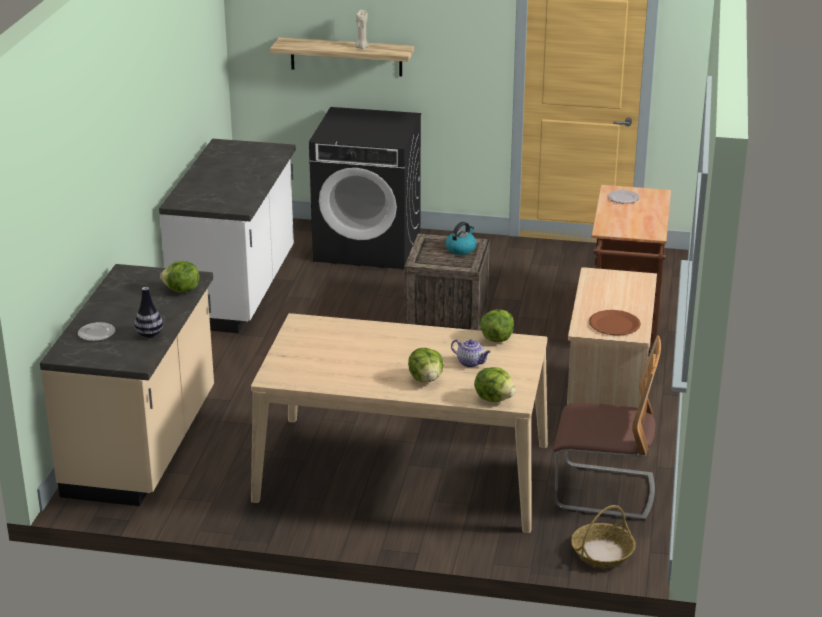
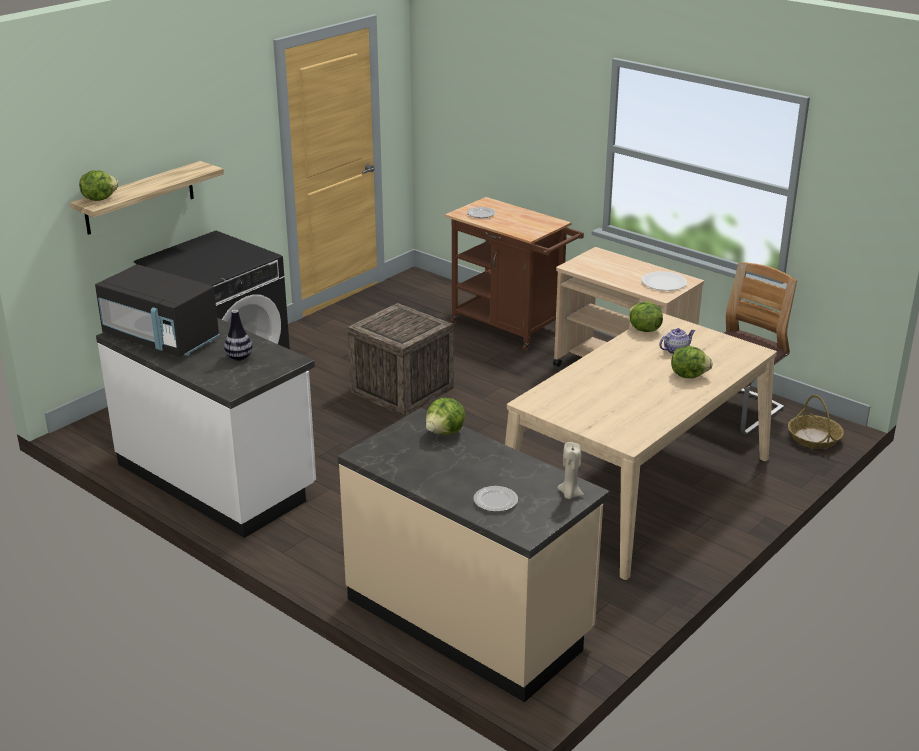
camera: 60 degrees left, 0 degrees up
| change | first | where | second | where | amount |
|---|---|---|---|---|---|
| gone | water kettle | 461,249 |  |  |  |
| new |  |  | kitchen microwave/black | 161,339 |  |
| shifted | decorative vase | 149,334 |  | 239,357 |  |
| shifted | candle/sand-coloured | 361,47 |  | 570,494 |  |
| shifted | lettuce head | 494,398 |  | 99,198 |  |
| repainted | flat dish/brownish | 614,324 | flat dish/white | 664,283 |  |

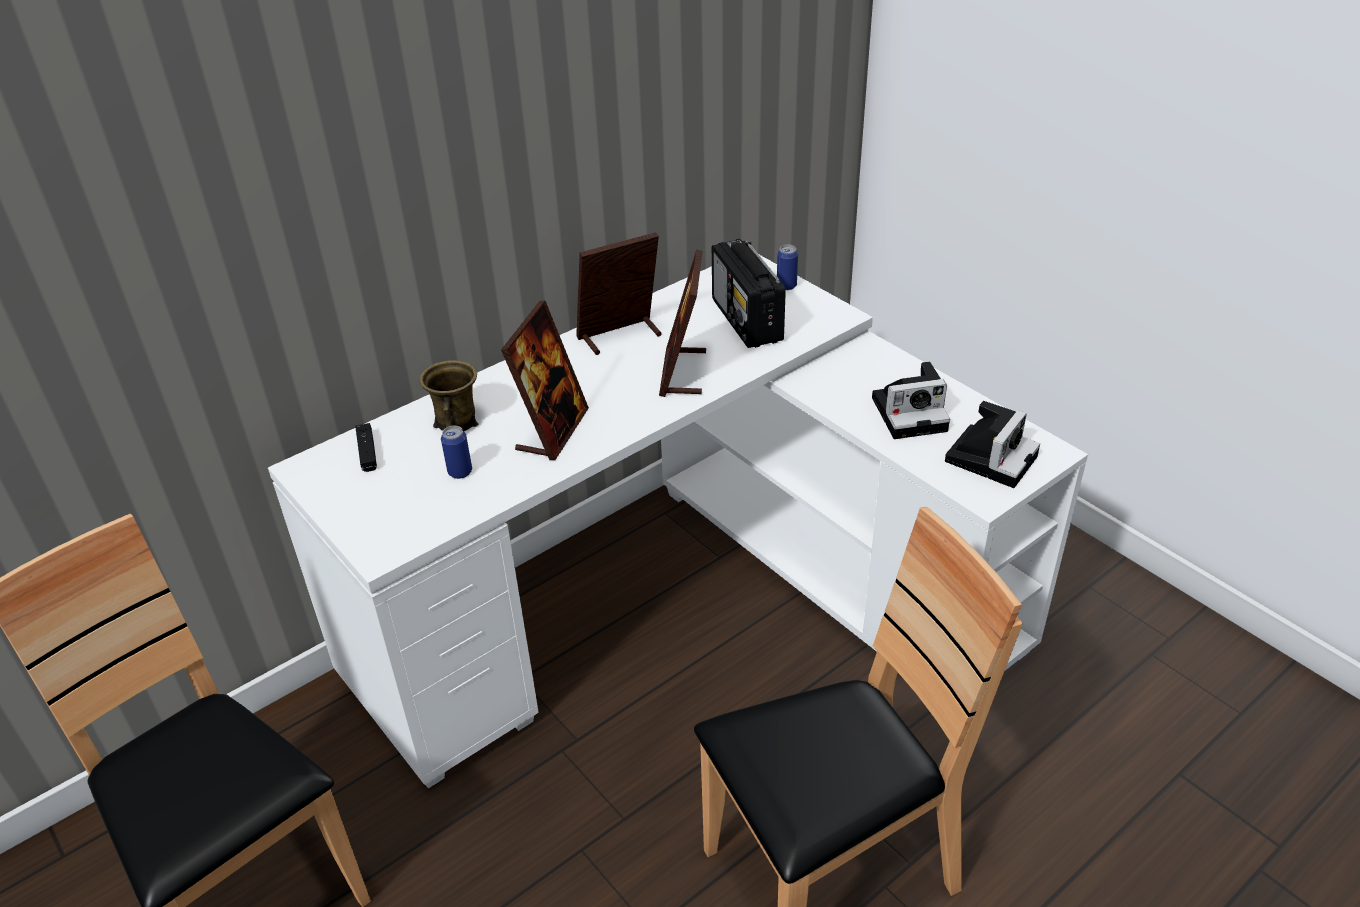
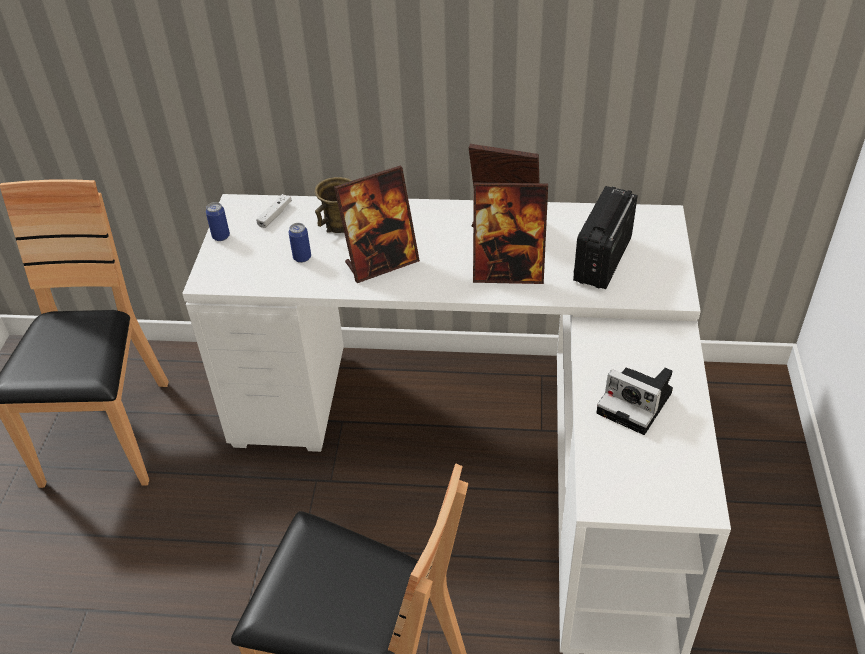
camera: 45 degrees right, 5 degrees up
| change | first | where | second | where | amount |
|---|---|---|---|---|---|
| gone | photo camera | 991,456 |  |  |  |
| shifted | metal can | 786,286 |  | 221,236 |  |
| repainted | gamepad/black | 367,452 | gamepad/white | 275,215 |  |
| rotated | picture frame | 683,373 |  | 508,272 | 135 degrees counterclockwise |

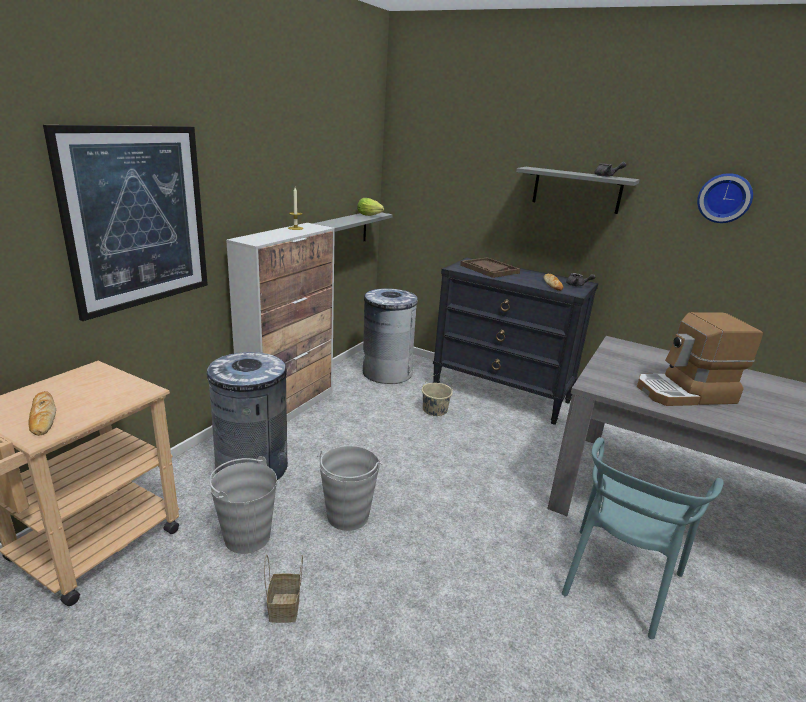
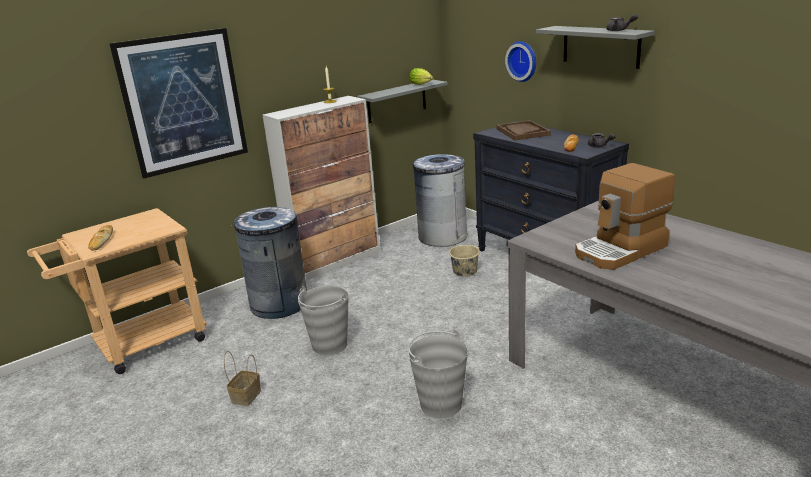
camera: 25 degrees right, 0 degrees up
| change | first | where | second | where | amount |
|---|---|---|---|---|---|
| gone | upright chair/turquoise-coloured | 618,580 |  |  |  |
| shifted | water bucket/greyish | 247,536 |  | 440,404 |  |
| shifted | hanging clock | 724,198 |  | 523,61 |  |
| rotated | coffee maker | 685,393 |  | 621,250 | 45 degrees counterclockwise |

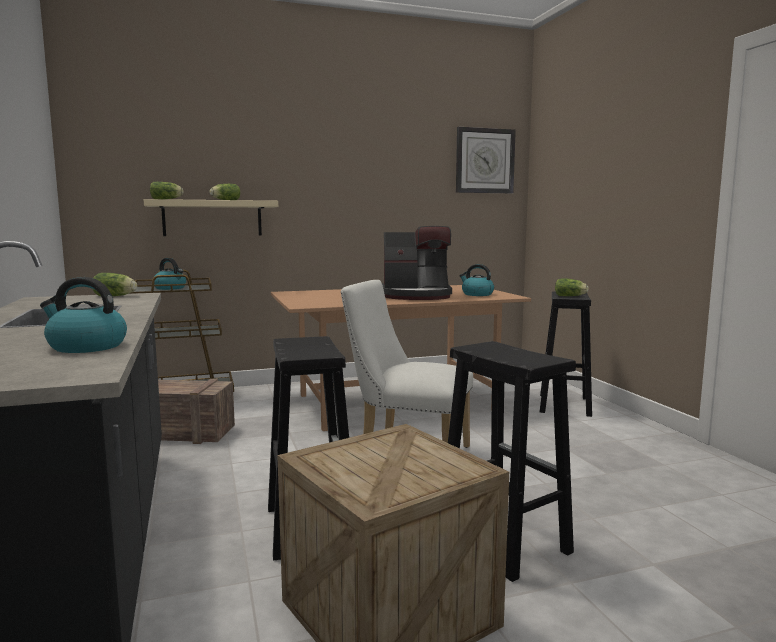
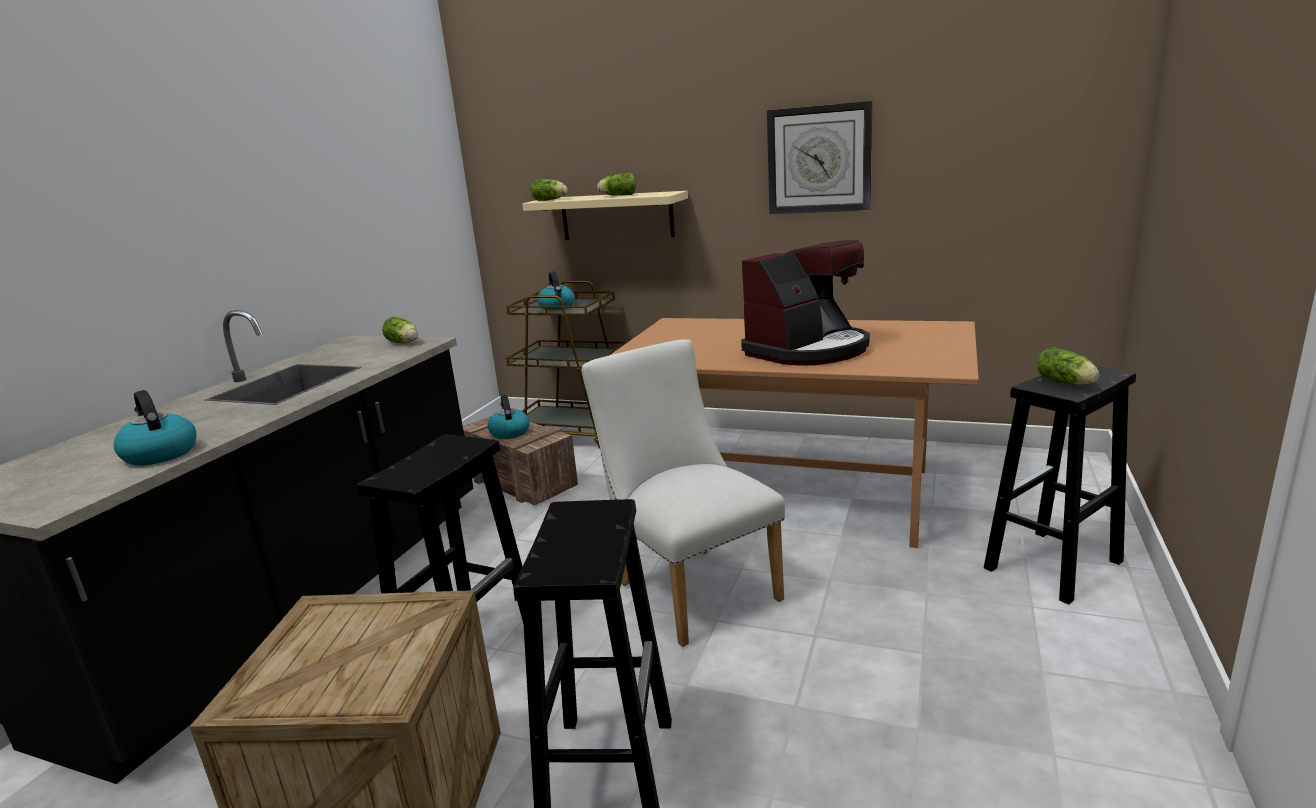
camera: 40 degrees right, 10 degrees up
| change | first | where | second | where | amount |
|---|---|---|---|---|---|
| shifted | hanging clock | 484,161 |  | 819,159 |  |
| shifted | water kettle | 477,294 |  | 509,432 |  |
| rotated | coffee maker | 416,296 |  | 808,350 | 75 degrees counterclockwise |

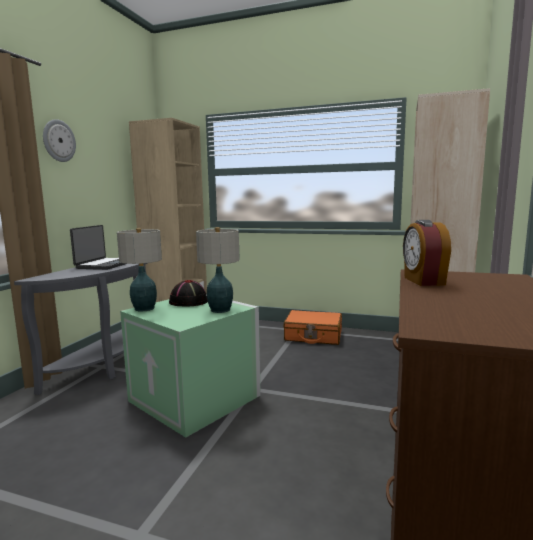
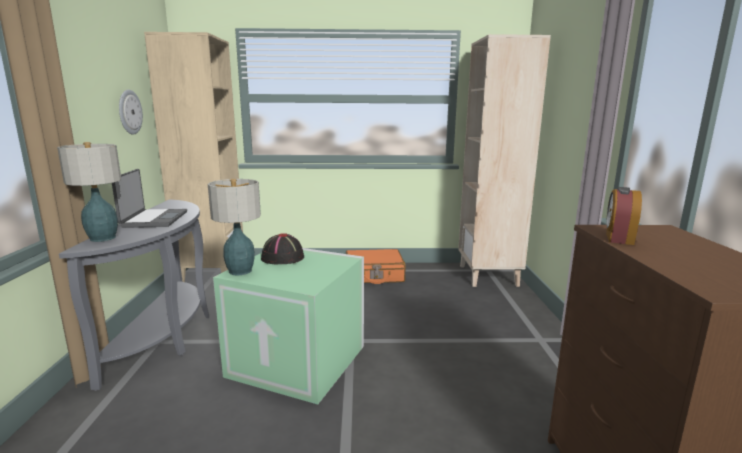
camera: 20 degrees left, 5 degrees up
| change | first | where | second | where | amount |
|---|---|---|---|---|---|
| shifted | hanging clock | 58,141 |  | 129,112 |  |
| shifted | table lamp | 220,310 |  | 103,238 |  |
| rotated | table clock | 423,281 |  | 618,239 | 45 degrees clockwise |

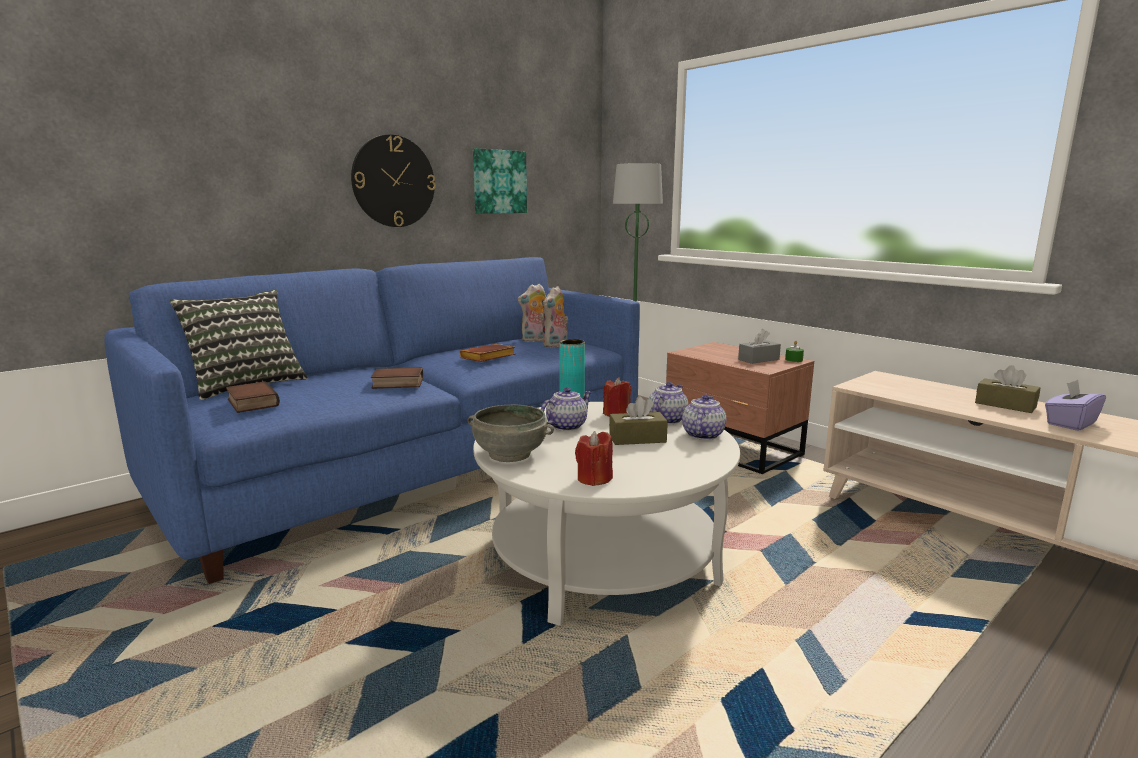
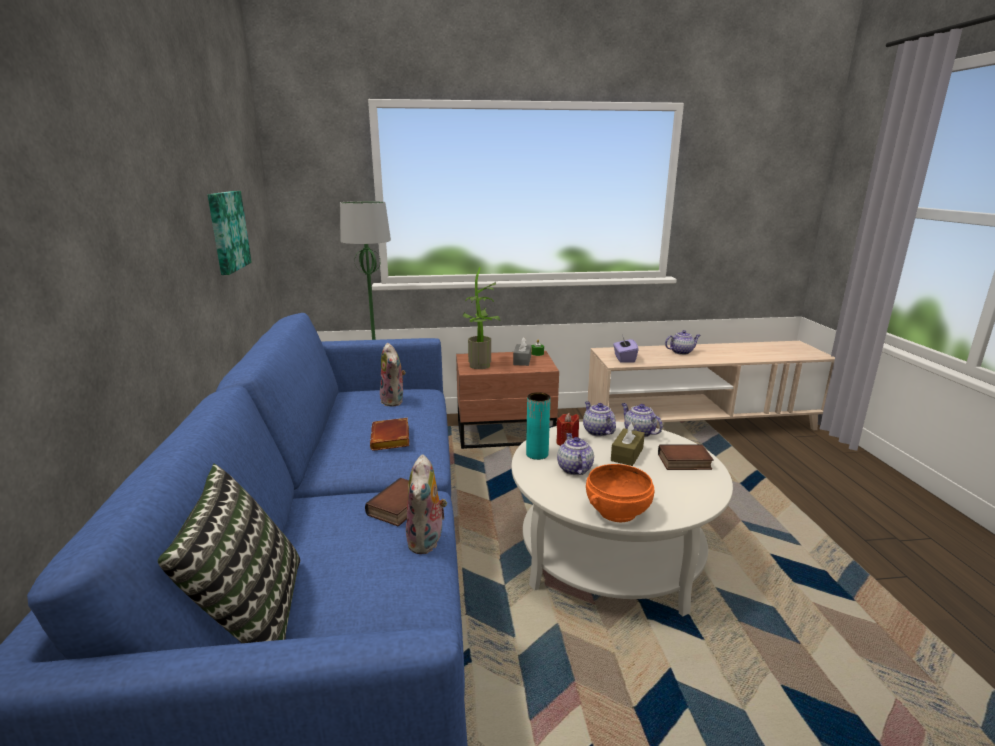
camera: 55 degrees left, 5 degrees up
| change | first | where | second | where | amount |
|---|---|---|---|---|---|
| gone | hanging clock | 393,181 |  |  |  |
| gone | candle/red-coloured | 594,479 |  |  |  |
| new |  |  | houseplant | 482,366 |  |
| shifted | book | 251,403 |  | 683,462 |  |
| shifted | cuddly toy | 535,340 |  | 427,541 |  |
| shifted | tissue box/purple | 1070,423 |  | 624,359 |  |
| swapped | tissue box/brownish | 1005,405 | teapot | 681,352 |  |
| repainted | bowl/greyish | 509,454 | bowl/orange | 618,512 |  |

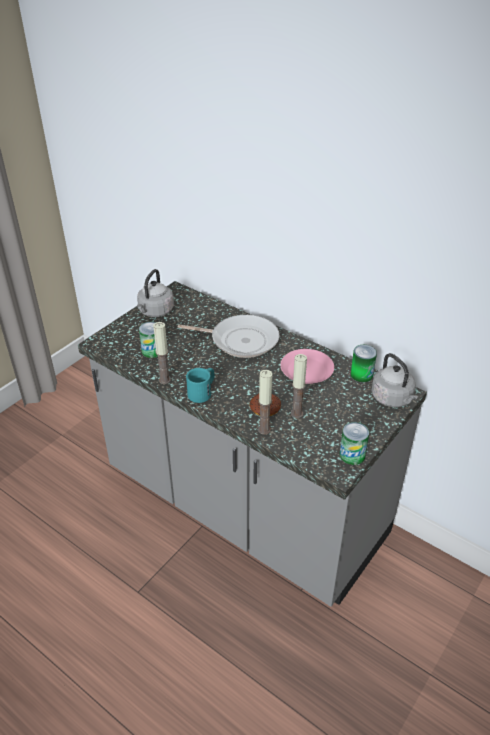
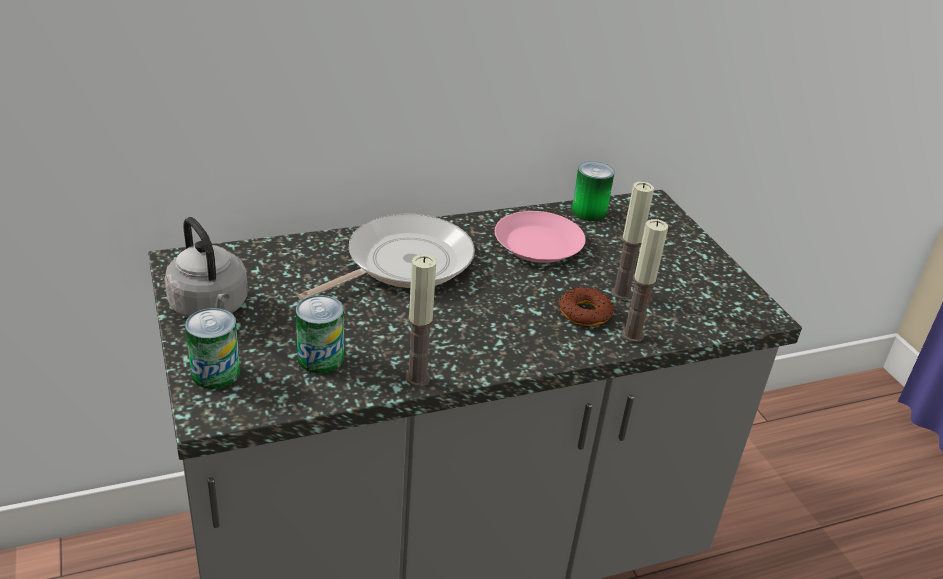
camera: 60 degrees left, 5 degrees down
| change | first | where | second | where | amount |
|---|---|---|---|---|---|
| gone | coffee mug/turquoise-coloured | 202,391 |  |  |  |
| gone | water kettle/greyish | 393,399 |  |  |  |
| shifted | metal can | 352,455 |  | 216,373 |  |

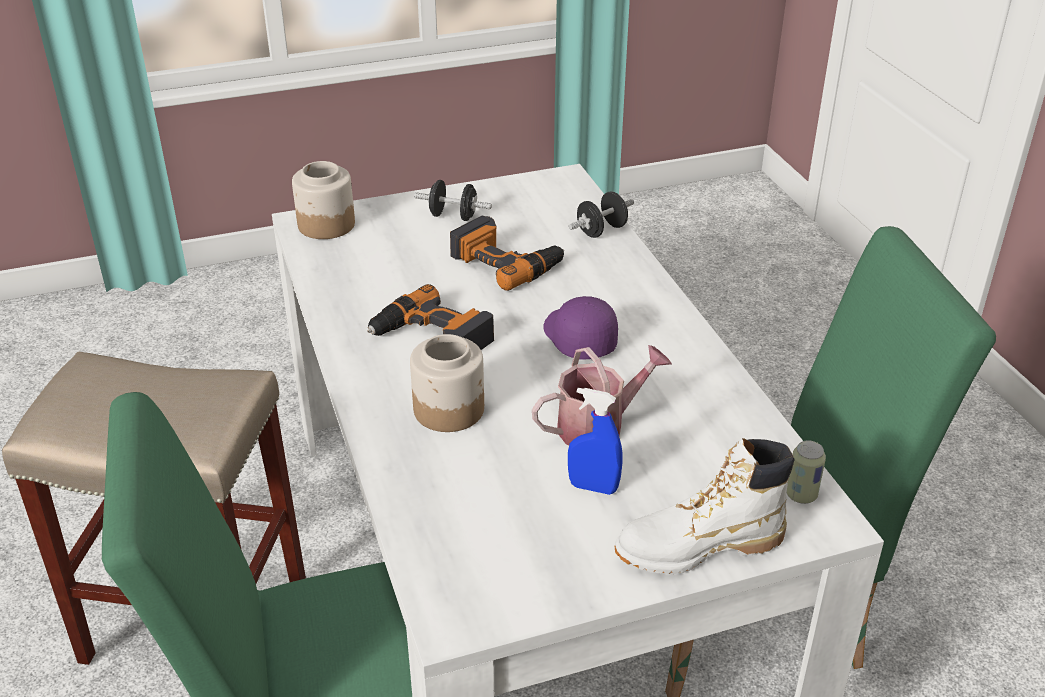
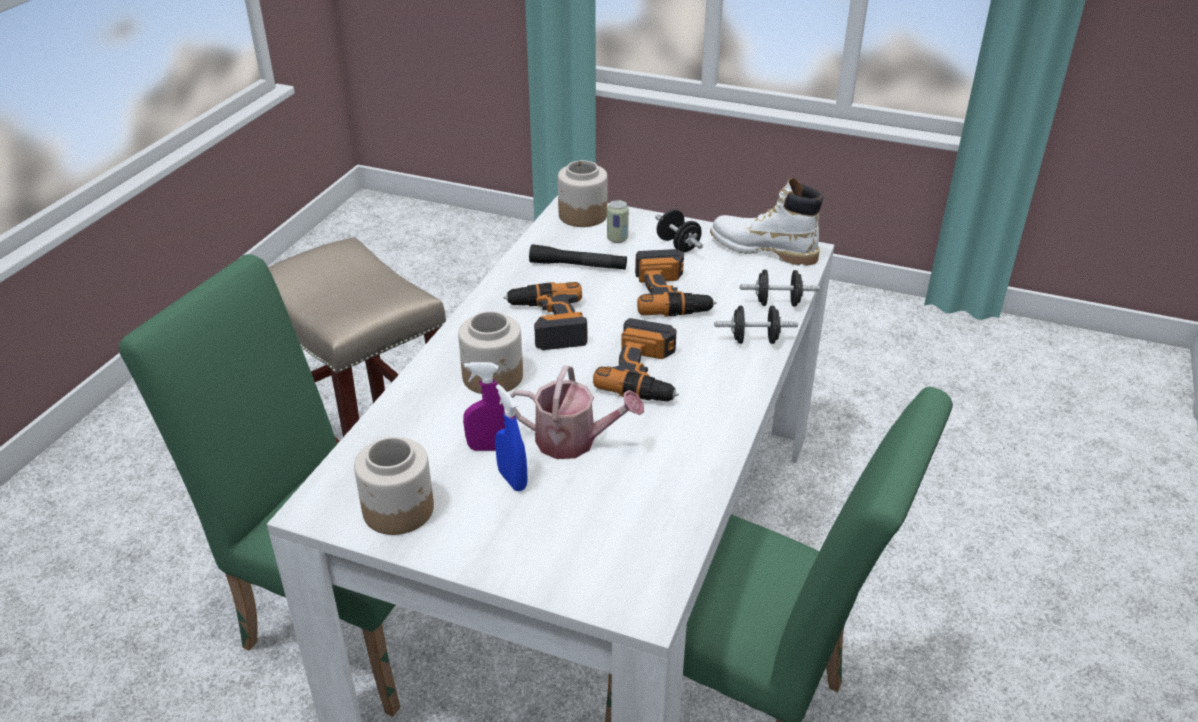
camera: 40 degrees right, 0 degrees up
| change | first | where | second | where | amount |
|---|---|---|---|---|---|
| new |  |  | preserve jar | 399,510 |  |
| new |  |  | spray bottle/purple | 489,447 |  |
| new |  |  | hand torch/black | 578,265 |  |
| new |  |  | dumbbell/black | 754,340 |  |
| shifted | boot/white | 699,547 |  | 763,249 |  |
| shifted | metal can | 801,495 |  | 617,239 |  |
| swapped | cap/purple | 577,338 | electric drill | 646,373 |  |

